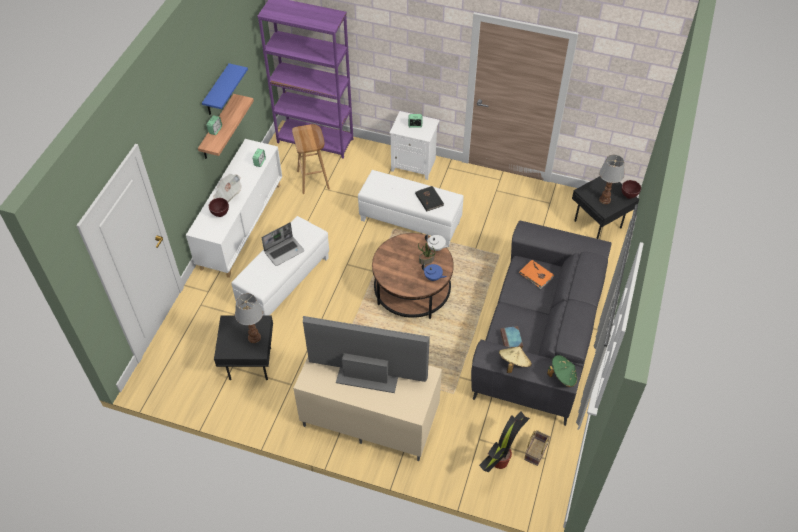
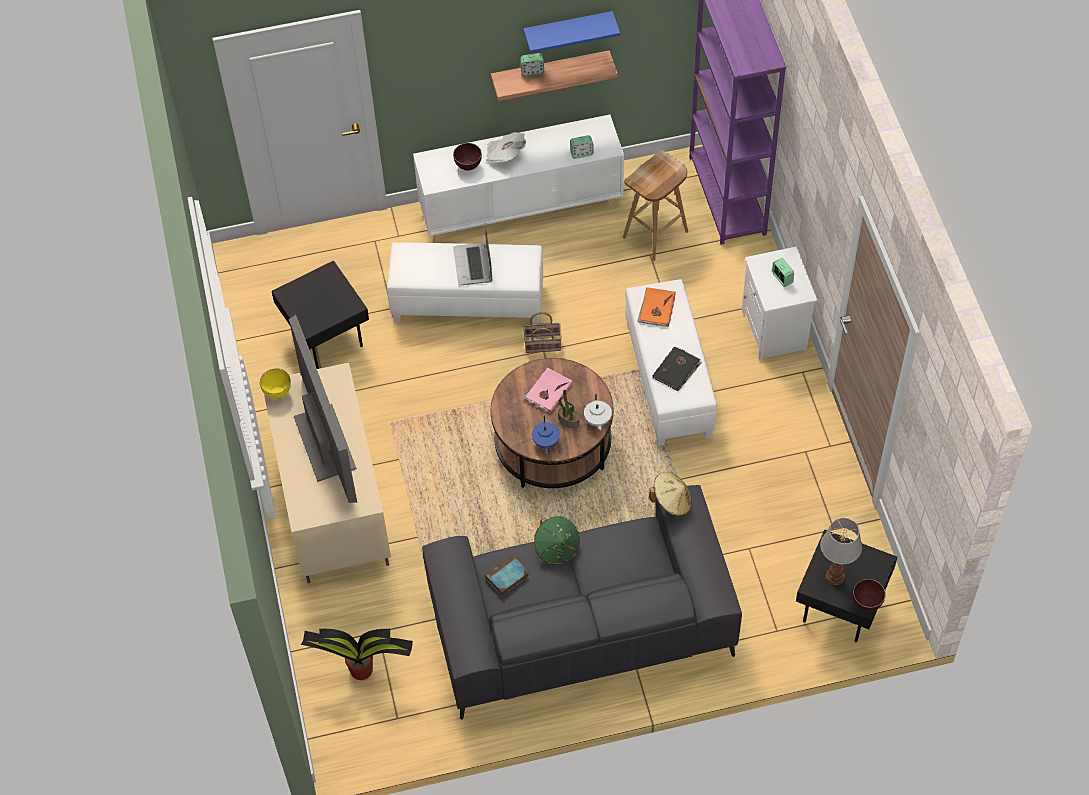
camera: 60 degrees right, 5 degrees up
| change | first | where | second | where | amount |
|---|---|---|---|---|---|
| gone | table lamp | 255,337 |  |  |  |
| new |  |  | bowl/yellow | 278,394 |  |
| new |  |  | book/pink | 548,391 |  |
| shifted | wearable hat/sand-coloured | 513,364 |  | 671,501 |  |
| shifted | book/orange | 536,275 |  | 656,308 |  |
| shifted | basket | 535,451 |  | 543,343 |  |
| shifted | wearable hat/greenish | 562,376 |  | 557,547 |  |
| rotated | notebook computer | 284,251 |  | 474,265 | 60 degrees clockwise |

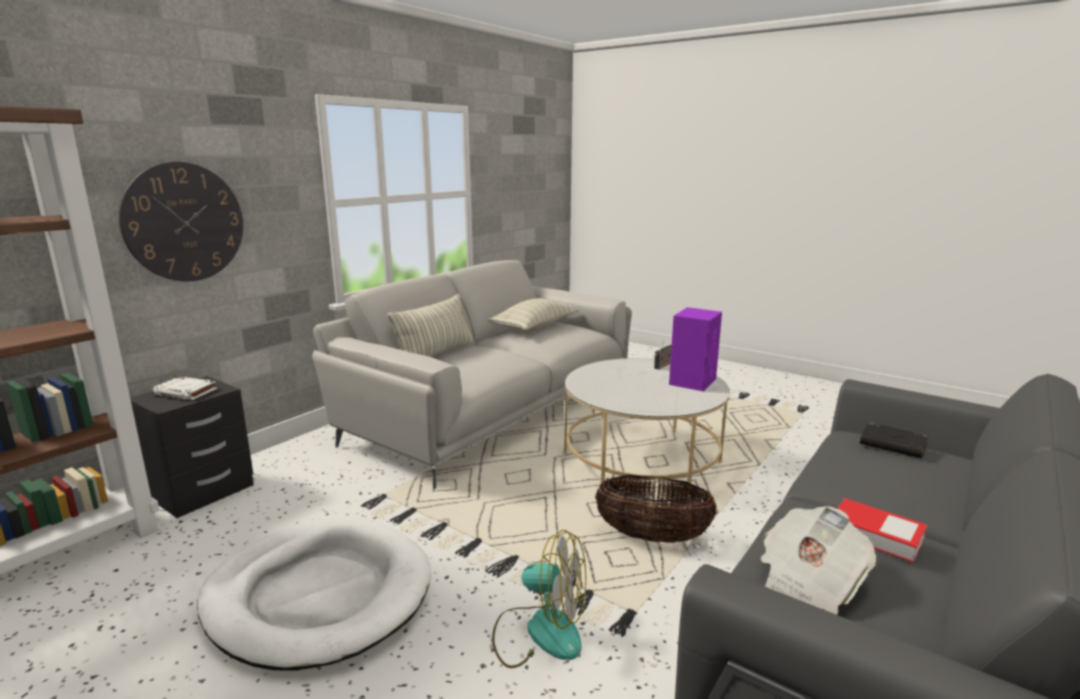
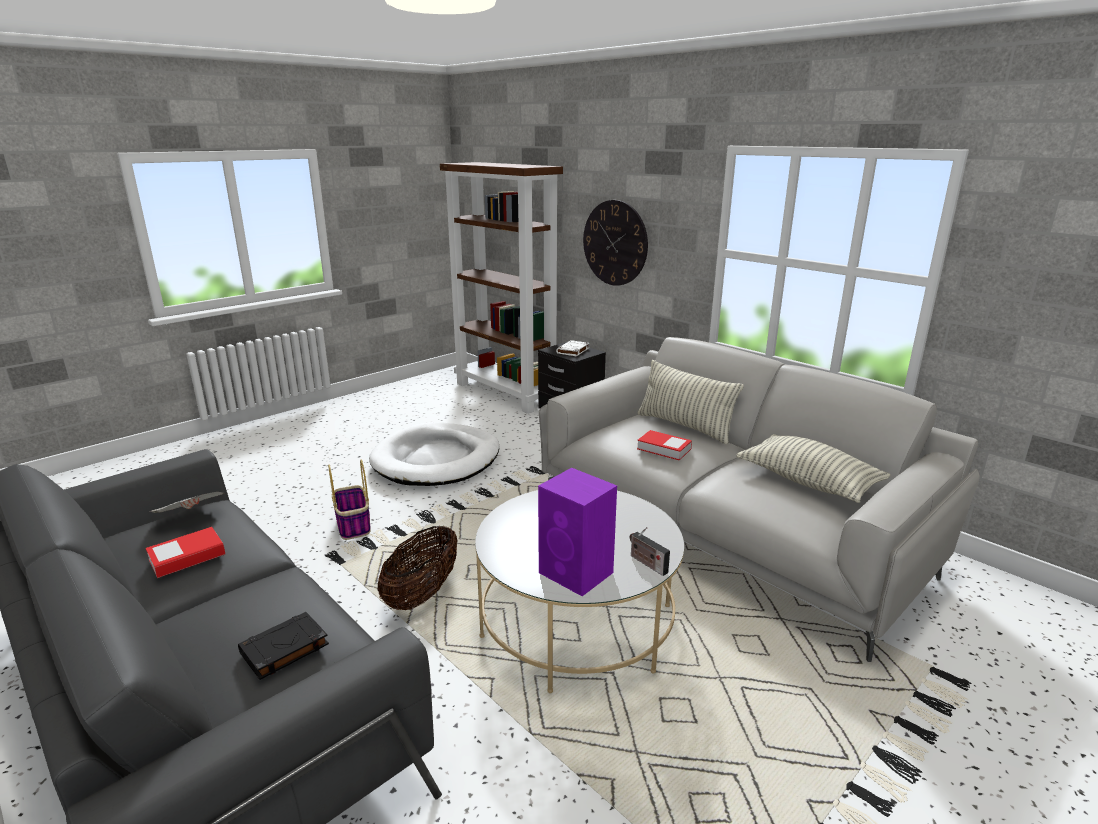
camera: 100 degrees right, 5 degrees up
| change | first | where | second | where | amount |
|---|---|---|---|---|---|
| new |  |  | book | 664,449 |  |
| swapped | cooling fan | 540,632 | basket | 354,525 |  |

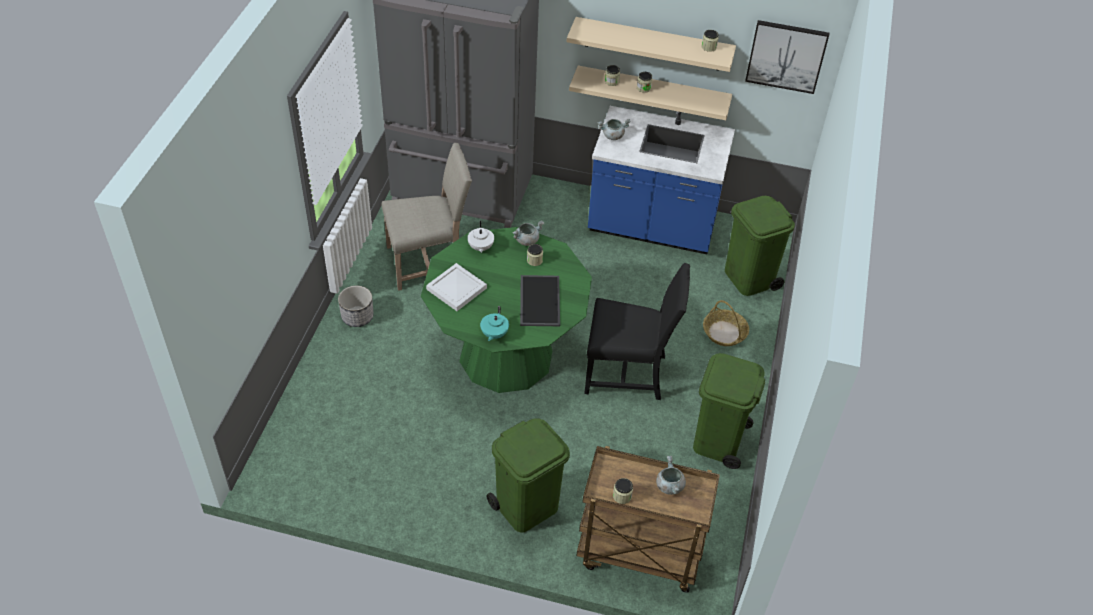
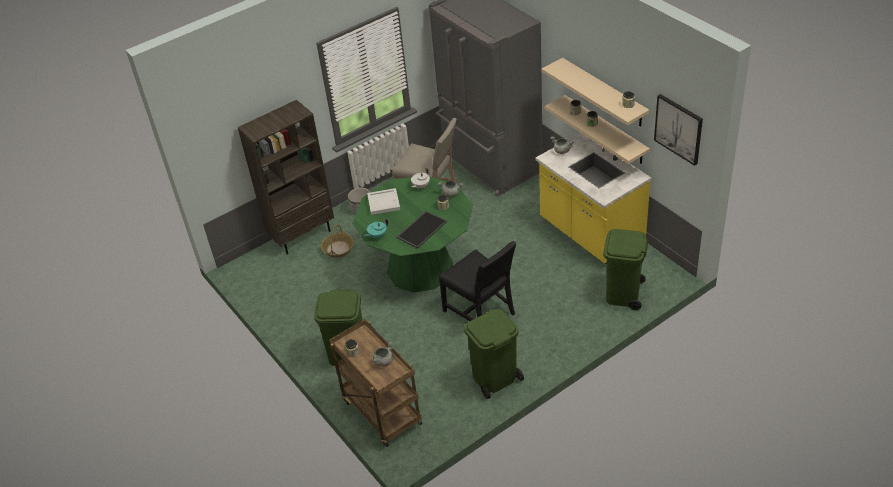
camera: 45 degrees right, 5 degrees down
| change | first | where | second | where | amount |
|---|---|---|---|---|---|
| new |  |  | bookshelf/brownish | 302,235 |  |
| shifted | basket | 724,333 |  | 338,249 |  |
| repainted | counter/blue-coloured | 652,227 | counter/yellow | 590,234 |  |

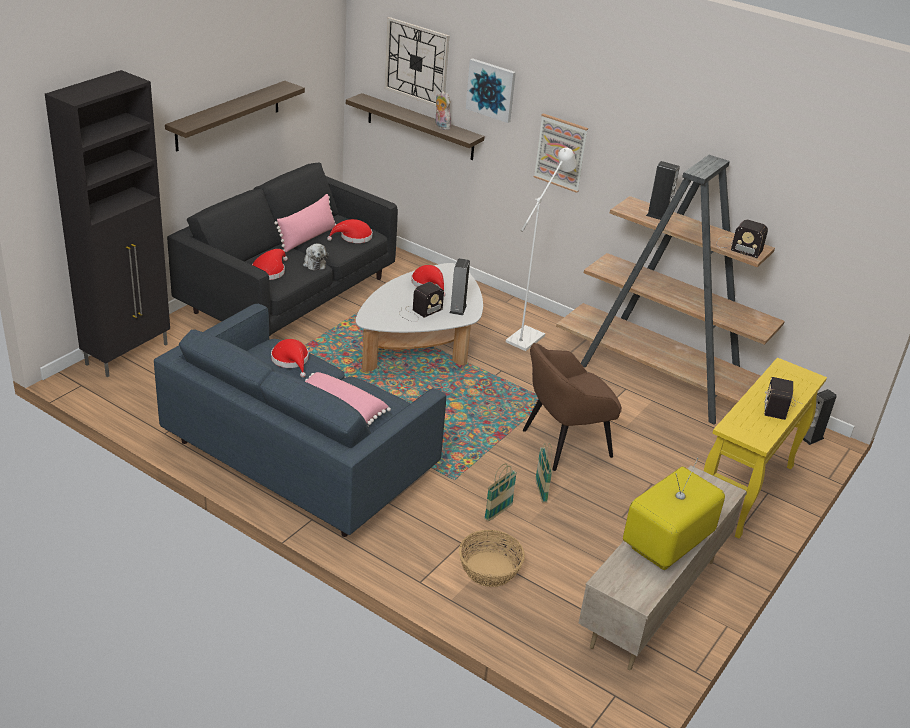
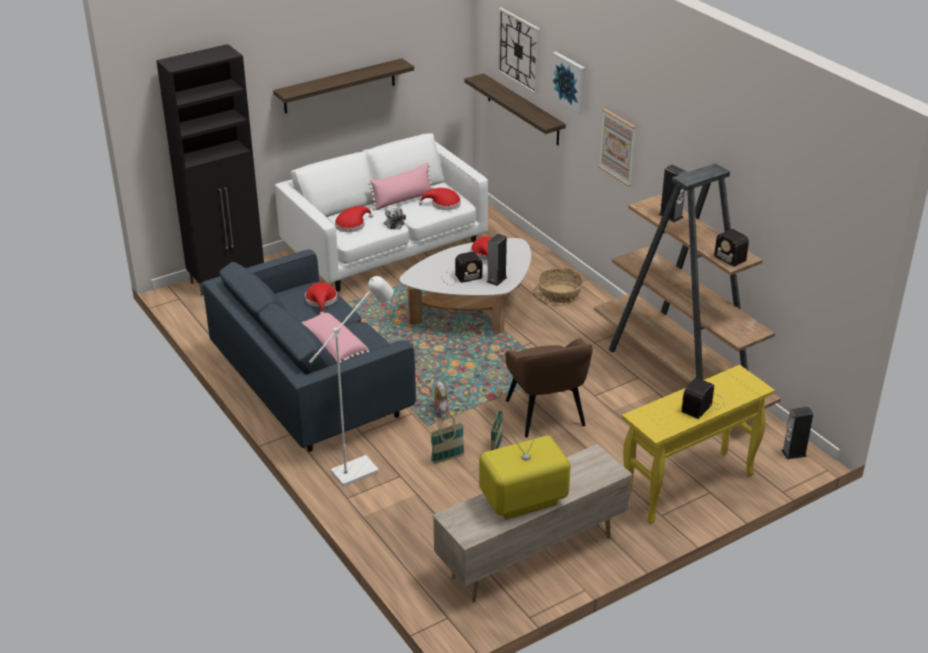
camera: 25 degrees right, 0 degrees up
| change | first | where | second | where | amount |
|---|---|---|---|---|---|
| shifted | cuddly toy | 441,126 |  | 440,413 |  |
| shifted | basket | 489,569 |  | 559,294 |  |
| shifted | floor lamp/white | 529,336 |  | 362,468 |  |
| repainted | sofa/black | 289,296 | sofa/white | 385,250 |  |
| rotated | armchair/brownish | 564,443 |  | 545,414 | 105 degrees counterclockwise |

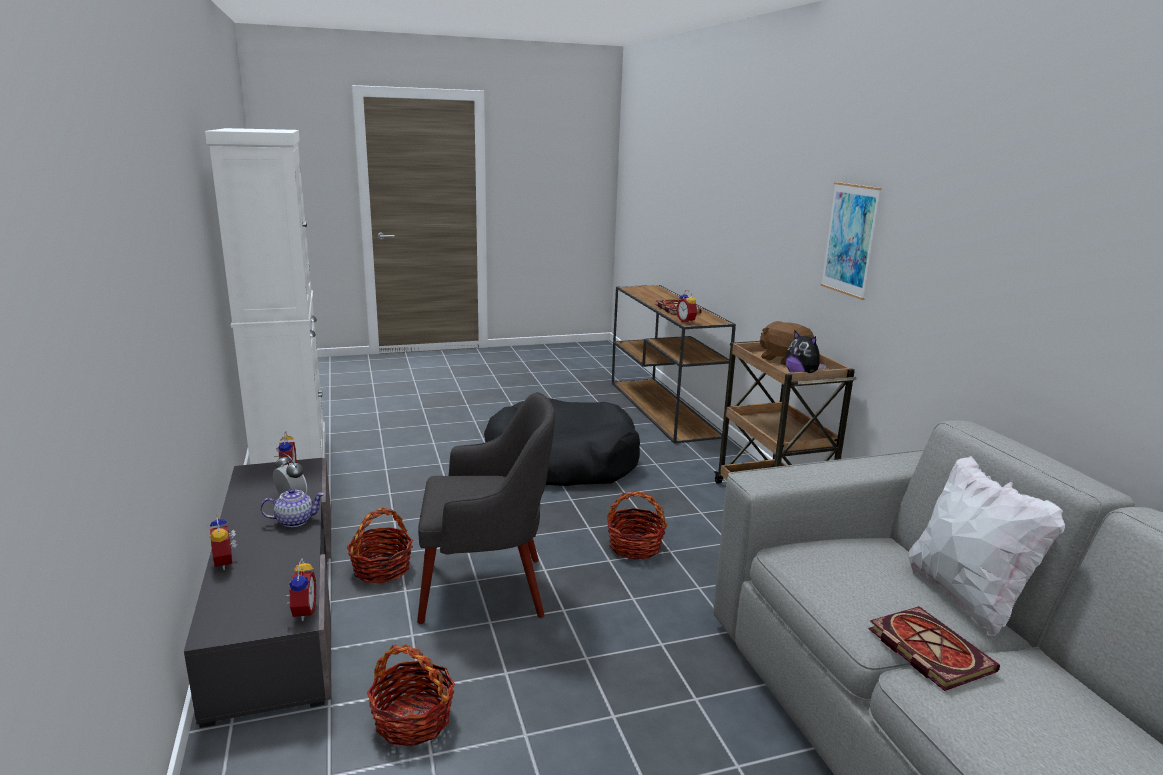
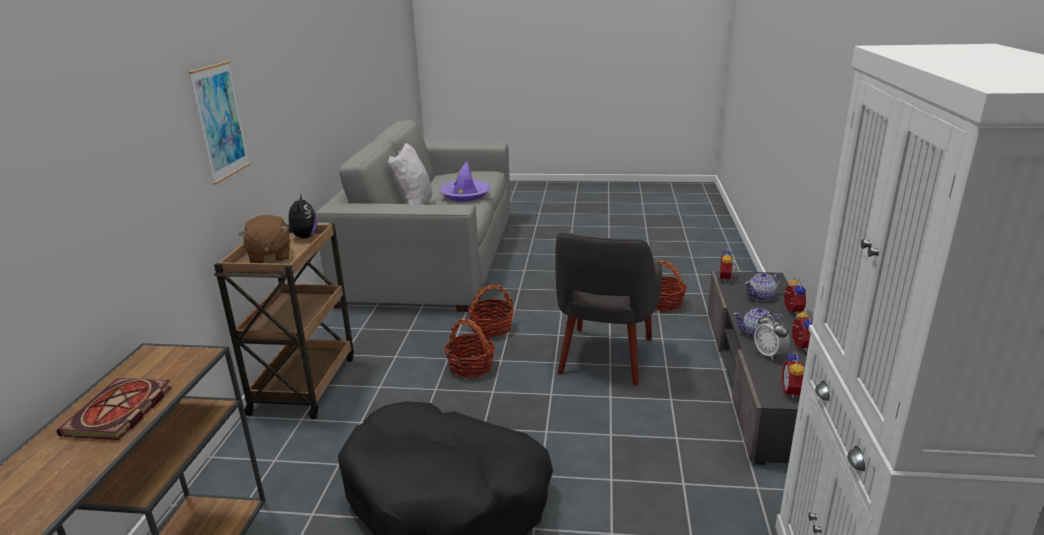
camera: 155 degrees left, 5 degrees up
| change | first | where | second | where | amount |
|---|---|---|---|---|---|
| new |  |  | teapot | 761,296 |  |
| shifted | basket | 382,569 |  | 492,328 |  |
| shifted | table clock | 687,321 |  | 799,346 |  |
| swapped | book | 926,649 | wearable hat/purple | 465,195 |  |
| rotated | armchair/greyish | 486,588 |  | 605,357 | 90 degrees counterclockwise |

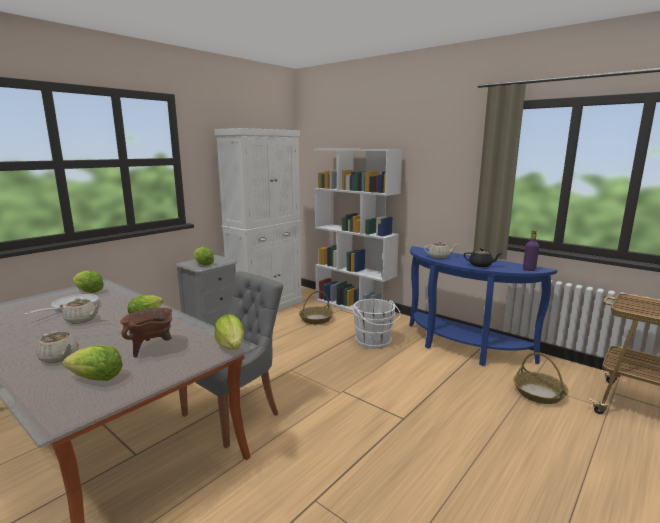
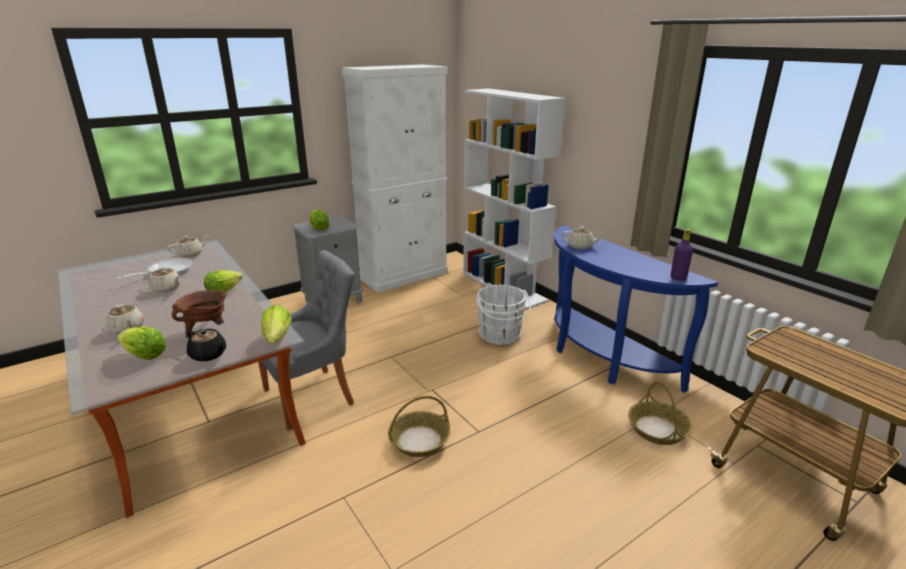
camera: 15 degrees right, 10 degrees up
| change | first | where | second | where | amount |
|---|---|---|---|---|---|
| shifted | basket | 316,319 |  | 419,441 |  |
| shifted | teapot/black | 481,265 |  | 208,355 |  |
| swapped | lettuce head | 88,291 | teapot/sand-coloured | 190,254 |  |

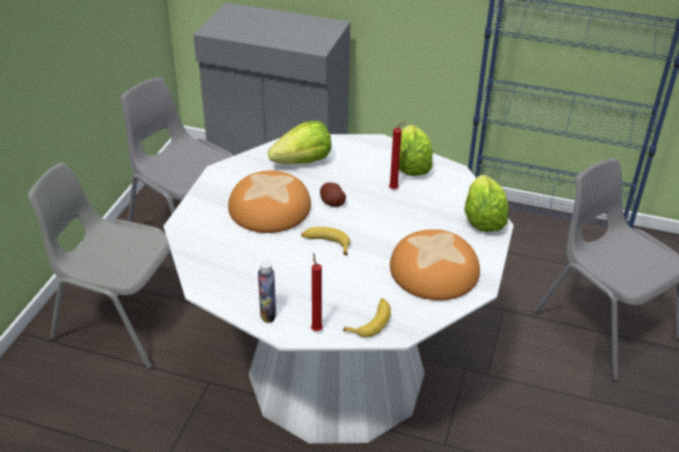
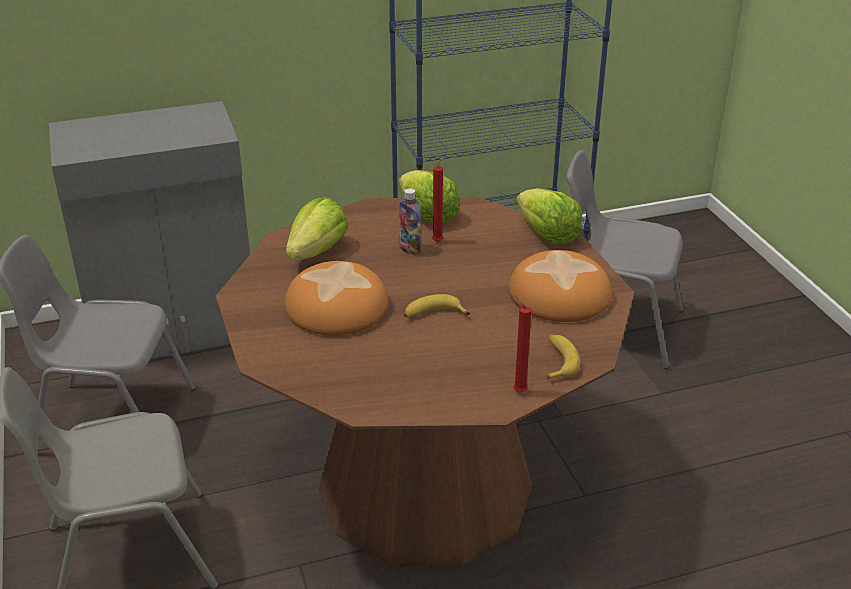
camera: 35 degrees left, 5 degrees down
| change | first | where | second | where | amount |
|---|---|---|---|---|---|
| gone | potato | 332,202 |  |  |  |
| shifted | beverage bottle | 268,314 |  | 410,249 |  |
| repainted | kitchen table/white | 336,374 | kitchen table/brownish | 425,486 |  |

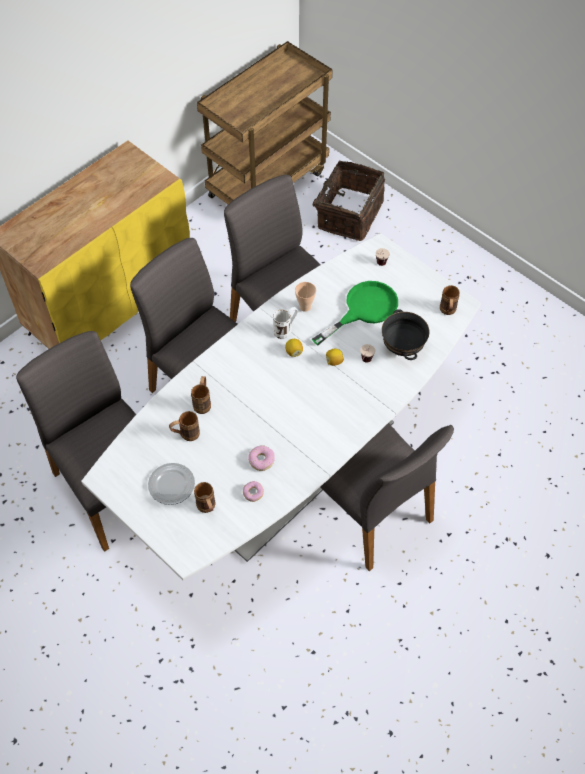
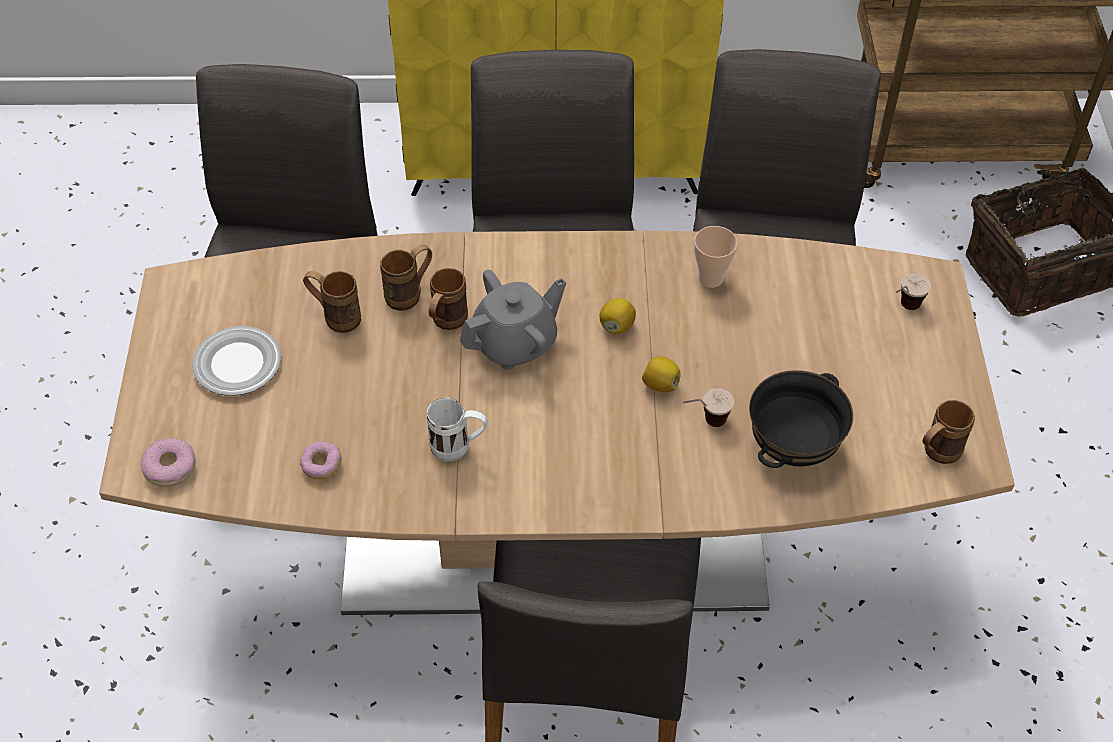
camera: 45 degrees right, 5 degrees down
| change | first | where | second | where | amount |
|---|---|---|---|---|---|
| gone | pan/greenish | 363,310 |  |  |  |
| new |  |  | teapot/greyish | 515,344 |  |
| shifted | coffee mug/brownish | 207,508 |  | 446,323 |  |
| shifted | donut | 261,460 |  | 170,467 |  |
| shifted | coffee mug/white | 286,330 |  | 459,448 |  |
| repainted | kitchen table/white | 292,462 | kitchen table/brownish | 556,539 |  |

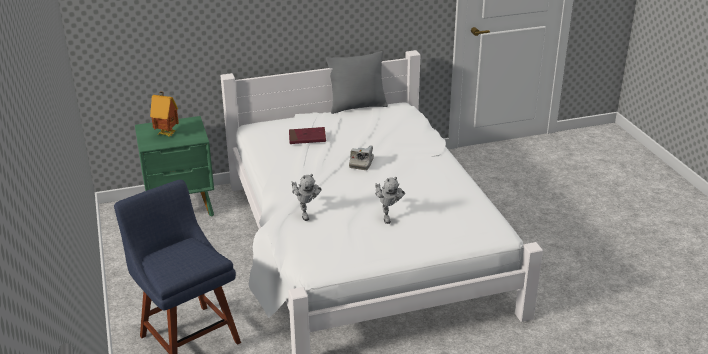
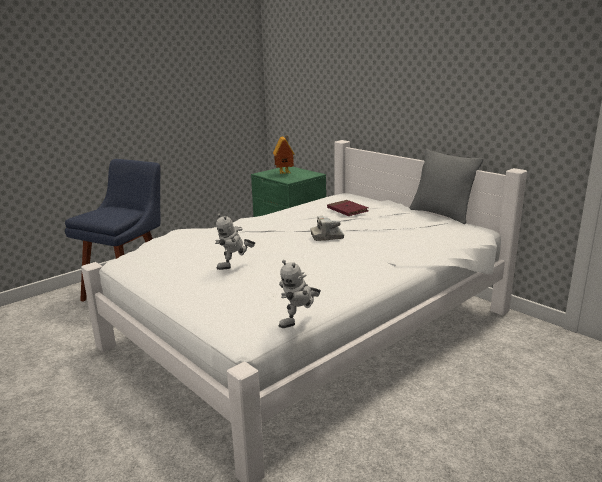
camera: 65 degrees right, 10 degrees down
| change | first | where | second | where | amount |
|---|---|---|---|---|---|
| shifted | toy robot | 305,213 |  | 300,322 |  |

